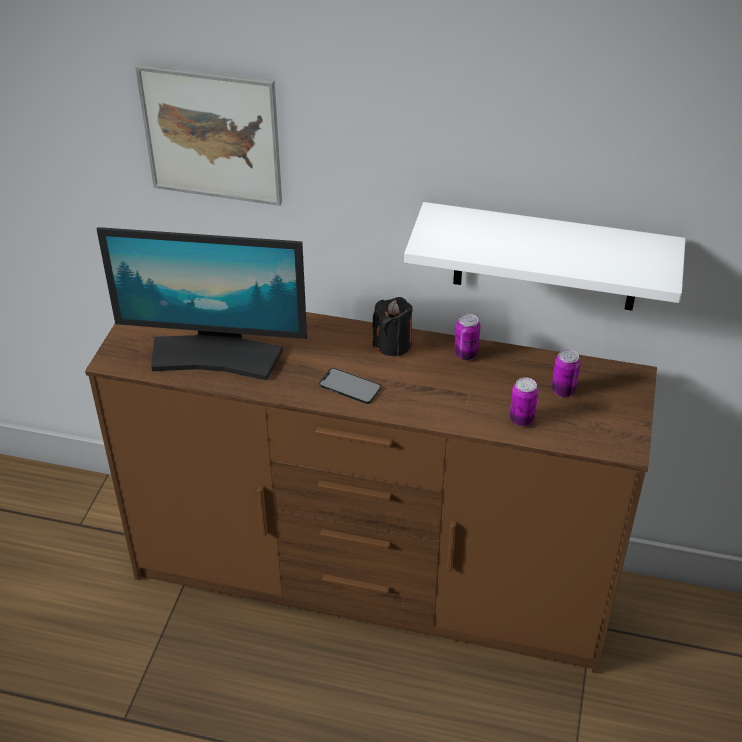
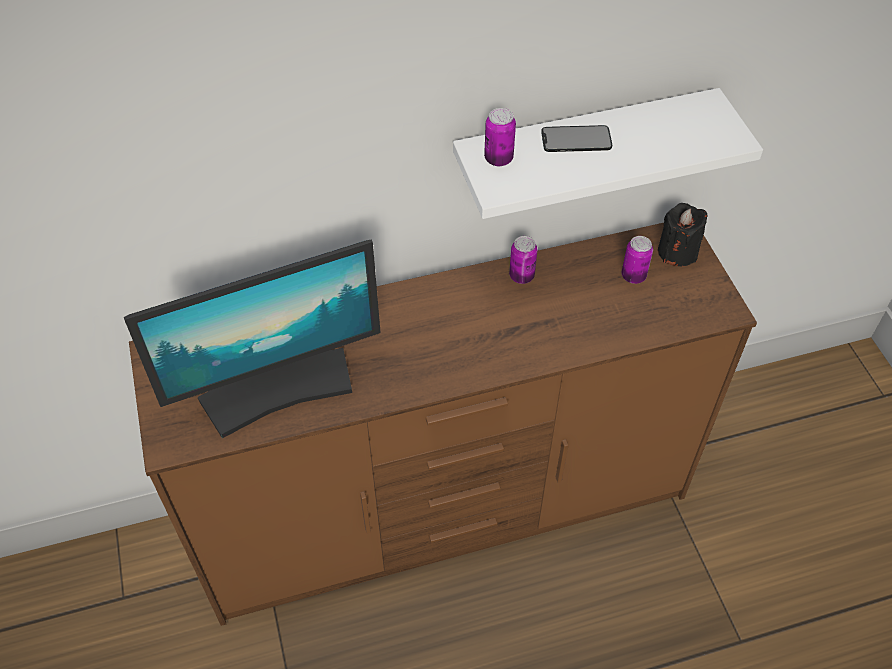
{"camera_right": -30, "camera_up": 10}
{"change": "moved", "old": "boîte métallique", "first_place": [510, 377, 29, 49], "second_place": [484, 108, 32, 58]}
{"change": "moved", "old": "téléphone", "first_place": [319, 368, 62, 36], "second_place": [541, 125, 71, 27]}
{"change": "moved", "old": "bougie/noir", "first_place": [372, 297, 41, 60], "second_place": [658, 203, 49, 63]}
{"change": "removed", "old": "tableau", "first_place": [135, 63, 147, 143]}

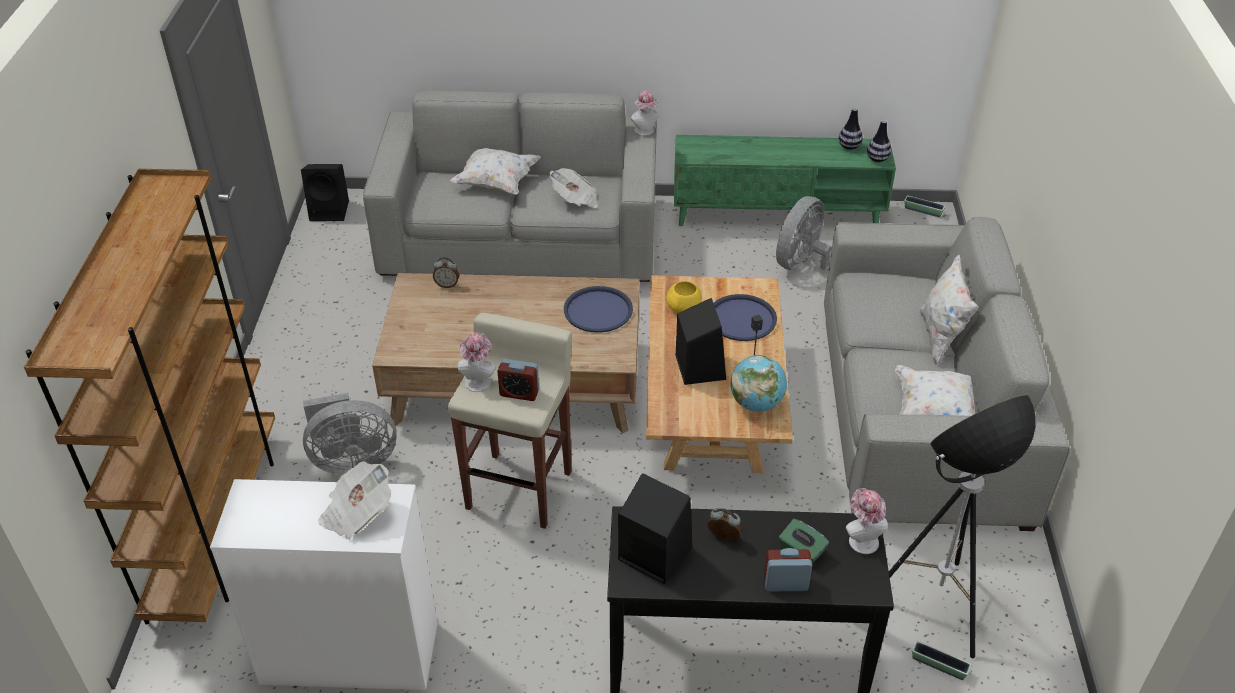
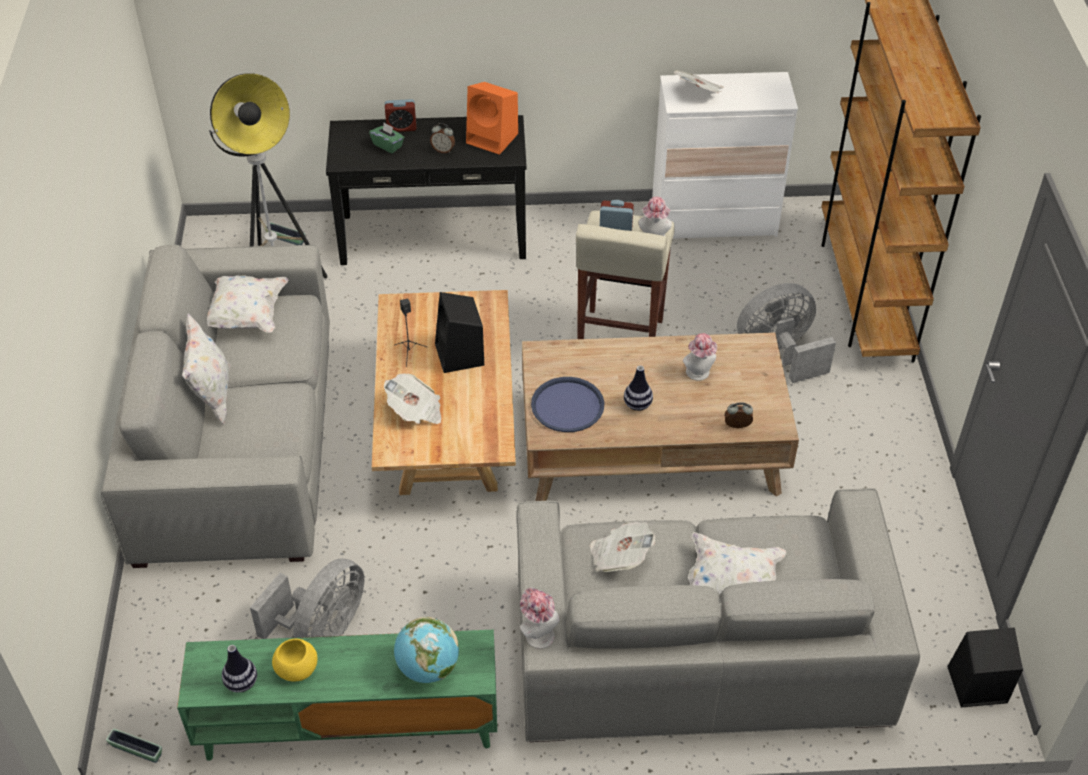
{"camera_right": 175, "camera_up": 5}
{"change": "moved", "old": "bol/jaune", "first_place": [666, 281, 36, 32], "second_place": [272, 639, 45, 42]}
{"change": "replaced", "old": "plateau/bleu", "new": "journal", "first_place": [714, 294, 63, 47], "second_place": [384, 374, 57, 50]}
{"change": "moved", "old": "globe", "first_place": [731, 355, 56, 57], "second_place": [394, 616, 65, 67]}
{"change": "recoloured", "old": "enceinte/noir", "new": "enceinte/orange", "first_place": [618, 473, 74, 111], "second_place": [466, 82, 52, 73]}
{"change": "moved", "old": "vase", "first_place": [867, 120, 24, 42], "second_place": [624, 366, 29, 45]}
{"change": "moved", "old": "chapeau", "first_place": [846, 488, 42, 66], "second_place": [683, 333, 34, 48]}

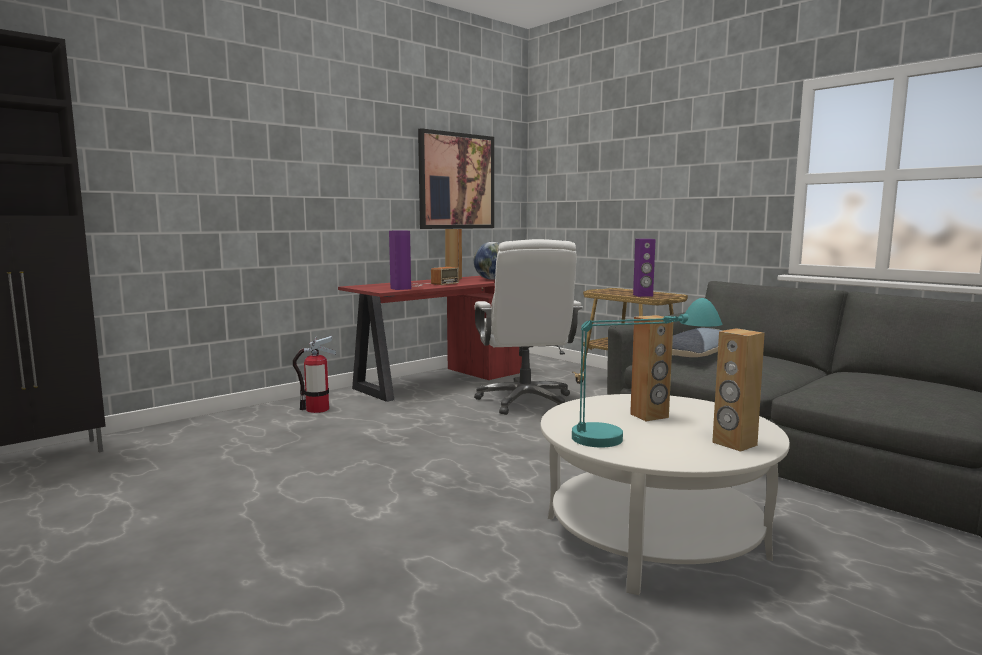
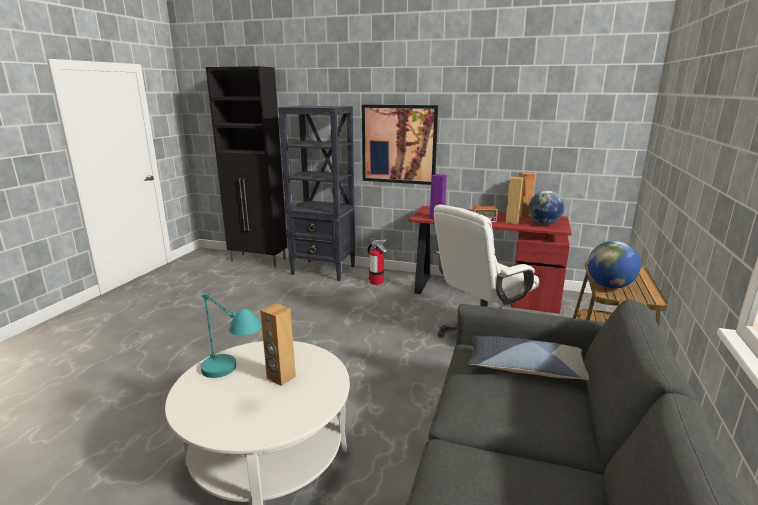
{"camera_right": 60, "camera_up": 10}
{"change": "added", "new": "bibliothèque/noir", "second_place": [278, 106, 77, 175]}
{"change": "moved", "old": "tableau", "first_place": [418, 128, 76, 101], "second_place": [362, 105, 76, 80]}
{"change": "moved", "old": "enceinte/marron", "first_place": [712, 328, 53, 124], "second_place": [505, 177, 18, 47]}
{"change": "replaced", "old": "enceinte/violet", "new": "globe", "first_place": [633, 239, 23, 58], "second_place": [587, 241, 54, 48]}

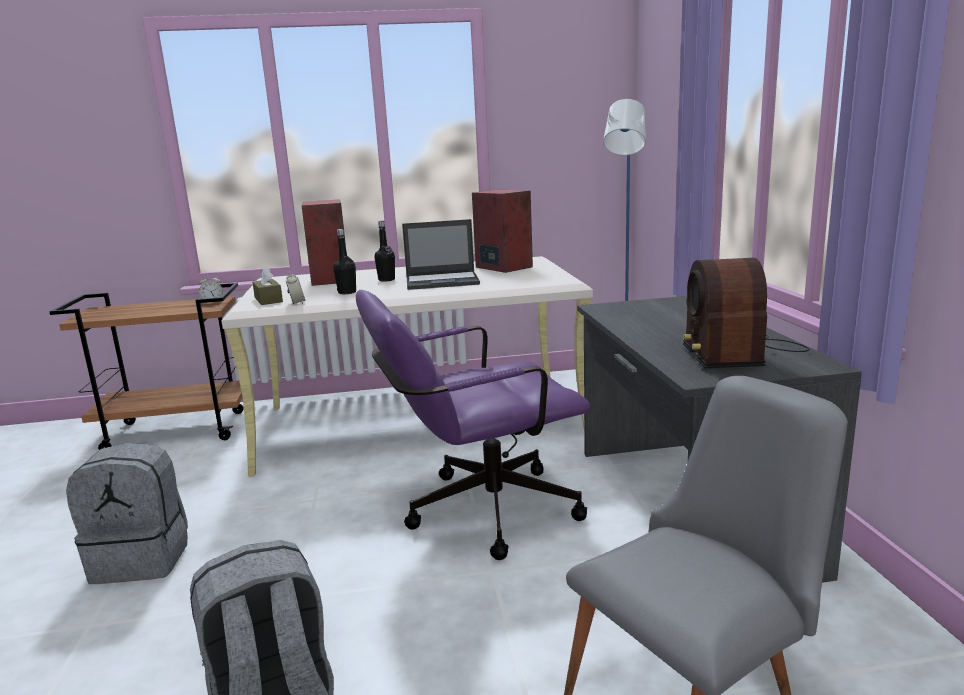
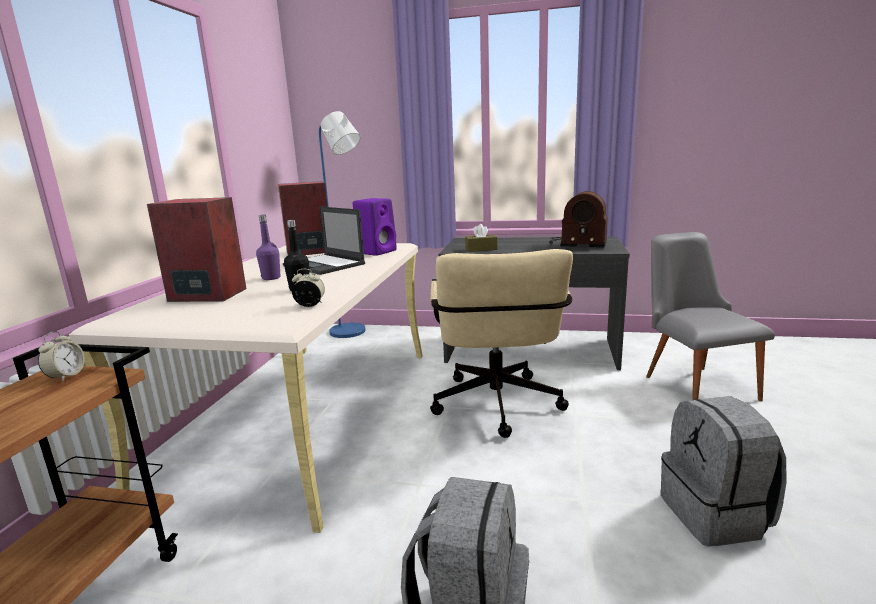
{"camera_right": -70, "camera_up": 0}
{"change": "recoloured", "old": "bouteille/noir", "new": "bouteille/violet", "first_place": [374, 221, 21, 61], "second_place": [256, 215, 24, 65]}
{"change": "turned", "old": "ordinateur portable", "first_place": [402, 219, 78, 71], "second_place": [283, 206, 82, 69], "degrees": 120}
{"change": "added", "new": "enceinte/violet", "second_place": [353, 198, 44, 58]}
{"change": "recoloured", "old": "chaise de bureau/violet", "new": "chaise de bureau/beige", "first_place": [356, 290, 234, 270], "second_place": [430, 249, 143, 189]}
{"change": "moved", "old": "boîte à mouchoirs/marron", "first_place": [252, 266, 31, 39], "second_place": [465, 224, 32, 28]}

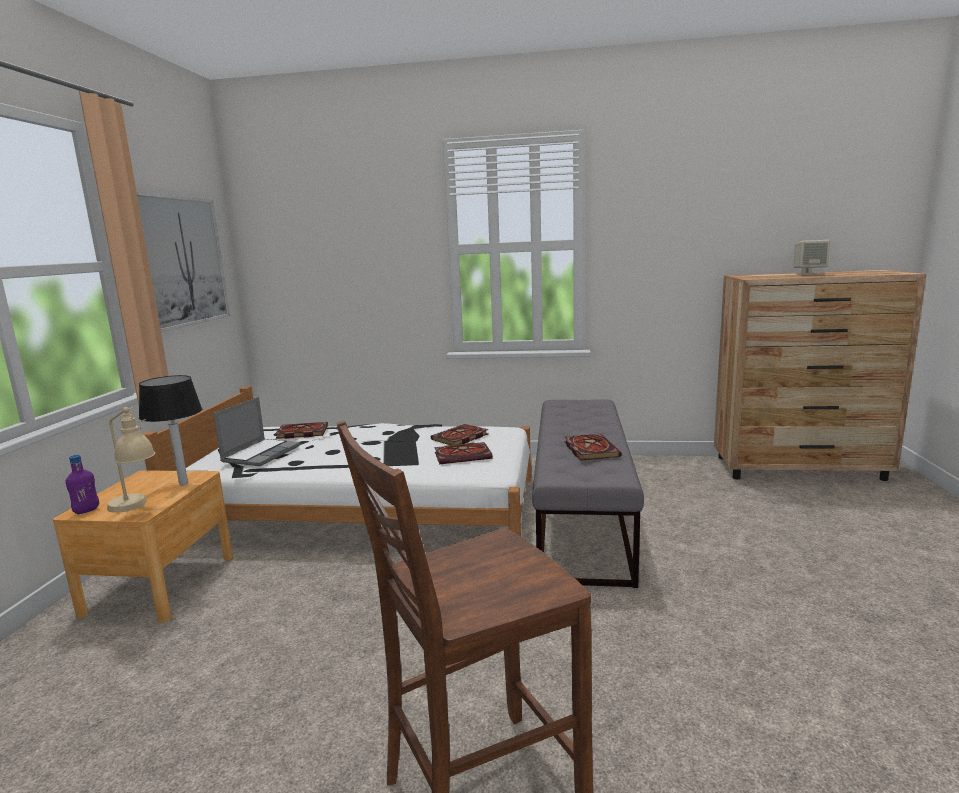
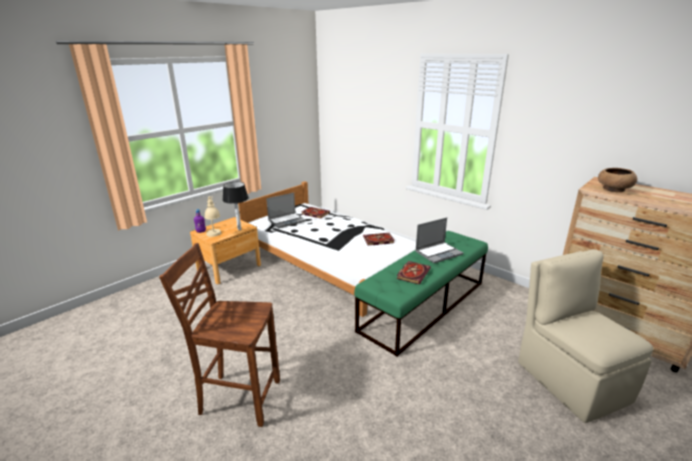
{"camera_right": 35, "camera_up": 10}
{"change": "recoloured", "old": "banc/gris", "new": "banc/vert", "first_place": [532, 399, 112, 189], "second_place": [354, 231, 134, 126]}
{"change": "added", "new": "ordinateur portable", "second_place": [415, 217, 48, 46]}
{"change": "added", "new": "chaise/beige", "second_place": [518, 249, 135, 174]}
{"change": "added", "new": "bol/marron", "second_place": [598, 168, 39, 24]}
{"change": "removed", "old": "tableau", "first_place": [137, 192, 93, 140]}
{"change": "removed", "old": "livre", "first_place": [434, 442, 59, 22]}
{"change": "removed", "old": "enceinte/beige", "first_place": [793, 240, 37, 35]}

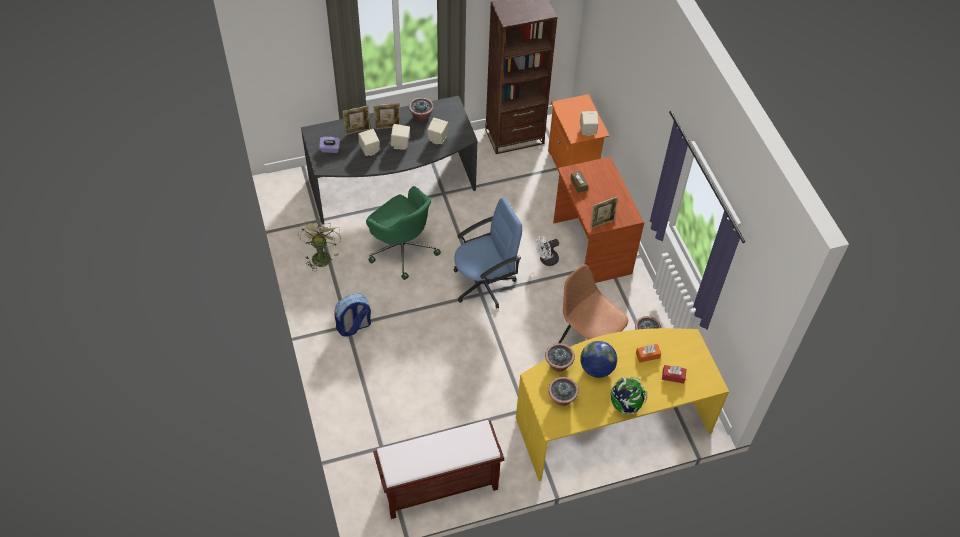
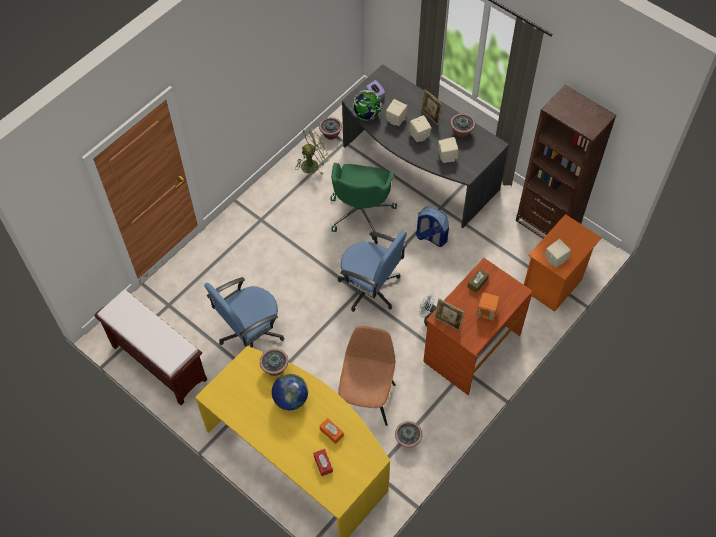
{"camera_right": 60, "camera_up": 5}
{"change": "added", "new": "chaise de bureau/bleu", "second_place": [204, 277, 80, 71]}
{"change": "moved", "old": "plante en pot", "first_place": [548, 377, 31, 29], "second_place": [319, 117, 23, 23]}
{"change": "moved", "old": "globe", "first_place": [611, 377, 36, 37], "second_place": [351, 90, 31, 31]}
{"change": "moved", "old": "sac à dos", "first_place": [334, 294, 37, 42], "second_place": [416, 207, 33, 40]}
{"change": "added", "new": "enceinte/orange", "second_place": [476, 292, 24, 28]}
{"change": "removed", "old": "cadre photo", "first_place": [343, 105, 27, 30]}

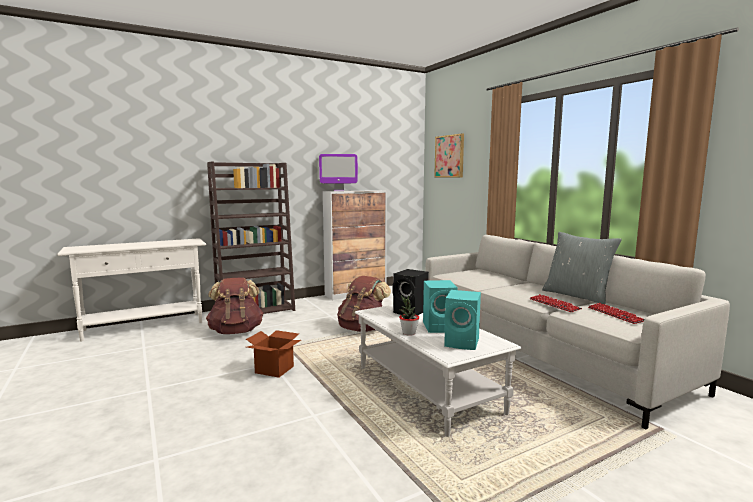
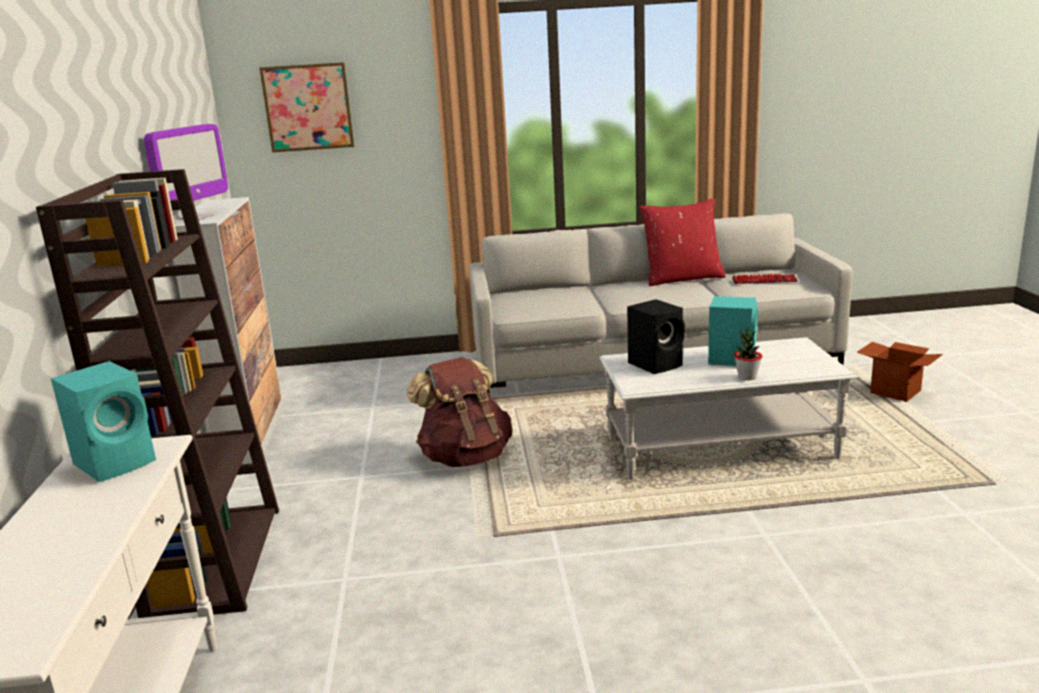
{"camera_right": -65, "camera_up": 10}
{"change": "moved", "old": "enceinte/turquoise", "first_place": [444, 290, 37, 60], "second_place": [51, 361, 105, 121]}
{"change": "recoloured", "old": "coussin/gris", "new": "coussin/rouge", "first_place": [542, 232, 80, 73], "second_place": [639, 199, 87, 87]}
{"change": "moved", "old": "carton", "first_place": [246, 330, 55, 48], "second_place": [857, 342, 86, 60]}
{"change": "removed", "old": "sac à dos/marron", "first_place": [206, 277, 58, 57]}
{"change": "removed", "old": "clavier", "first_place": [530, 294, 52, 18]}

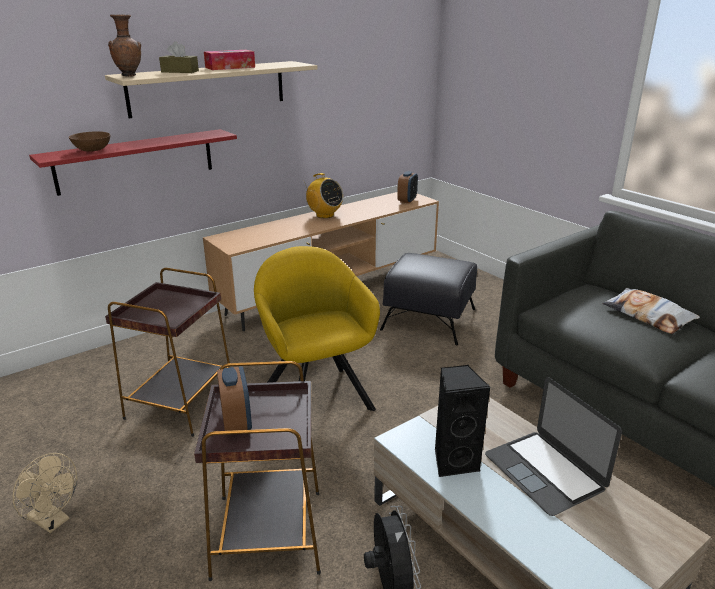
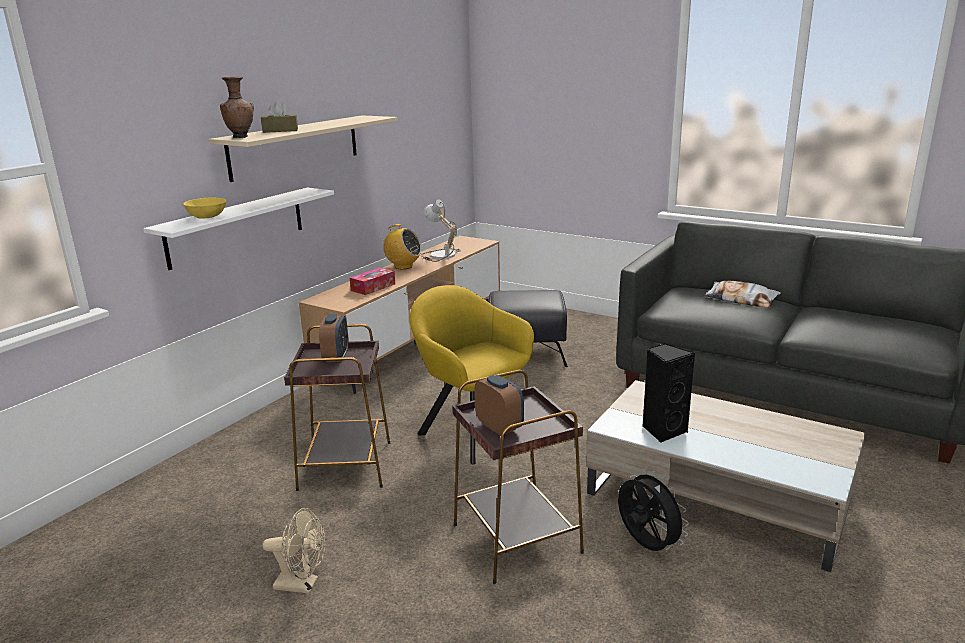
{"camera_right": -20, "camera_up": -5}
{"change": "recoloured", "old": "étagère/rouge", "new": "étagère/blanc", "first_place": [29, 129, 208, 67], "second_place": [143, 188, 191, 82]}
{"change": "recoloured", "old": "bol/marron", "new": "bol/jaune", "first_place": [69, 131, 42, 21], "second_place": [183, 198, 43, 21]}
{"change": "moved", "old": "réveil", "first_place": [397, 171, 21, 33], "second_place": [319, 314, 30, 48]}
{"change": "moved", "old": "boîte à mouchoirs", "first_place": [204, 50, 51, 20], "second_place": [350, 268, 45, 27]}
{"change": "added", "new": "lampe de table", "second_place": [421, 200, 40, 62]}
{"change": "removed", "old": "ordinateur portable", "first_place": [485, 377, 137, 139]}

